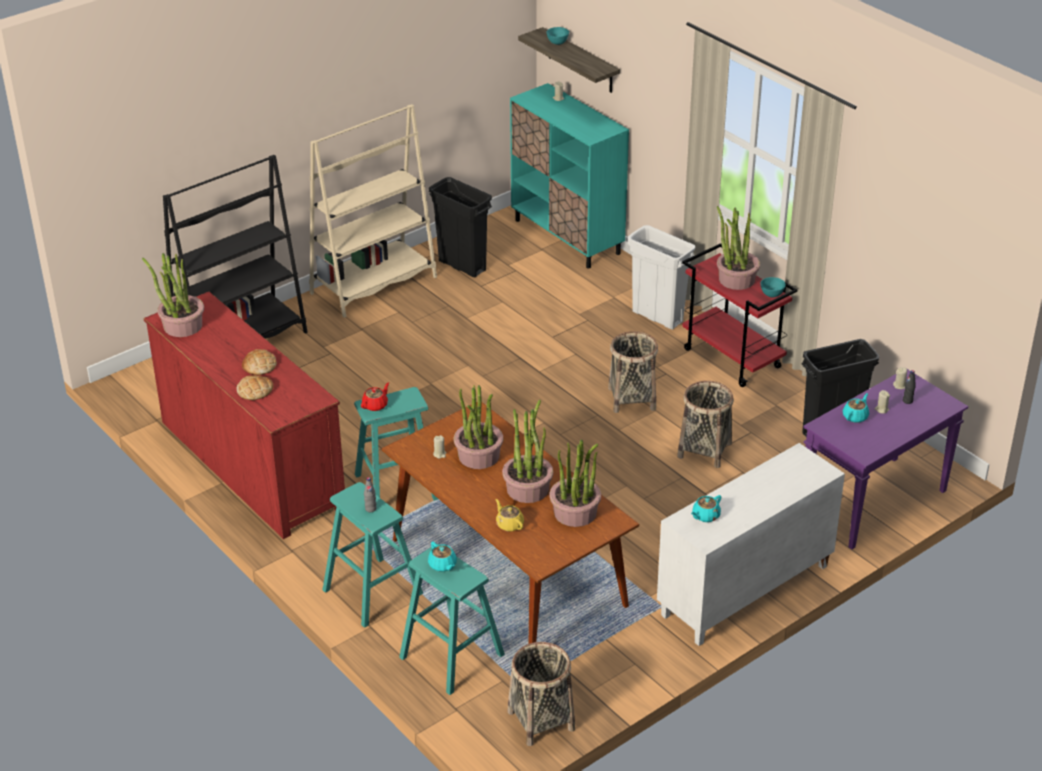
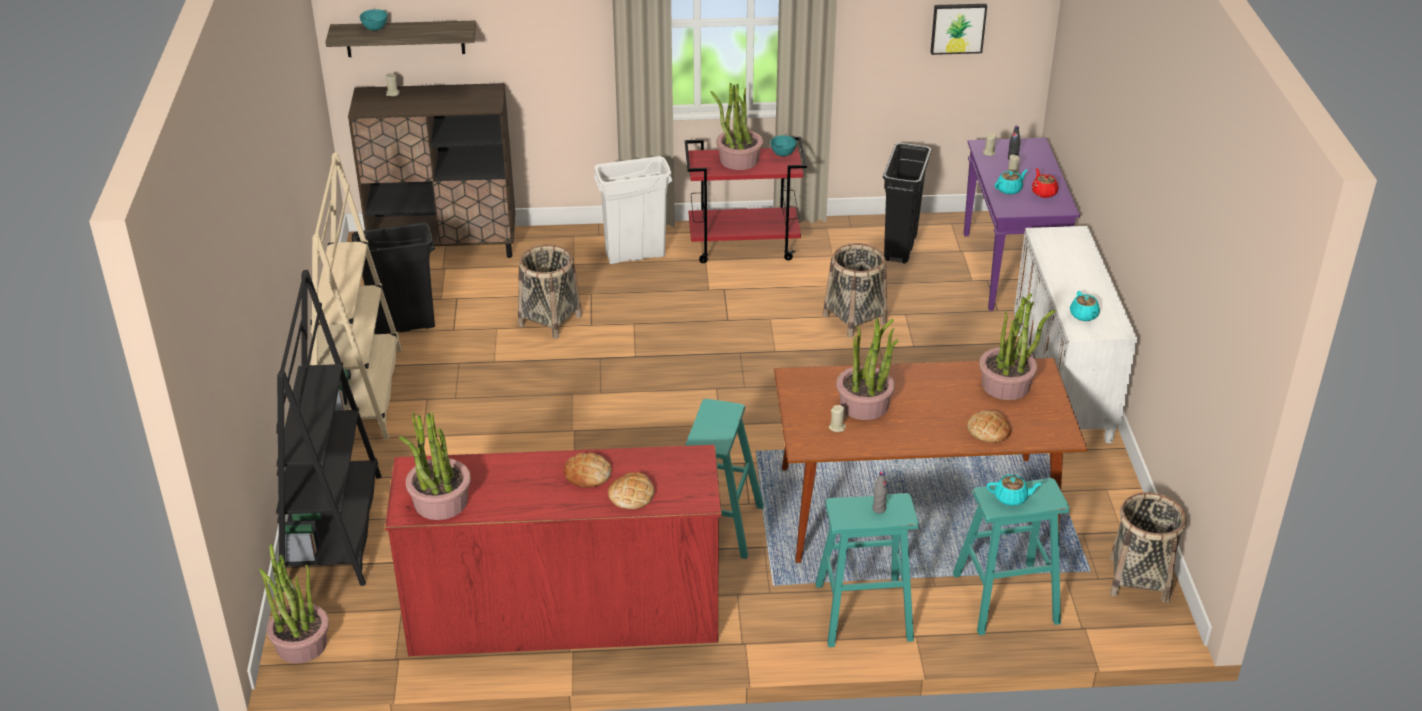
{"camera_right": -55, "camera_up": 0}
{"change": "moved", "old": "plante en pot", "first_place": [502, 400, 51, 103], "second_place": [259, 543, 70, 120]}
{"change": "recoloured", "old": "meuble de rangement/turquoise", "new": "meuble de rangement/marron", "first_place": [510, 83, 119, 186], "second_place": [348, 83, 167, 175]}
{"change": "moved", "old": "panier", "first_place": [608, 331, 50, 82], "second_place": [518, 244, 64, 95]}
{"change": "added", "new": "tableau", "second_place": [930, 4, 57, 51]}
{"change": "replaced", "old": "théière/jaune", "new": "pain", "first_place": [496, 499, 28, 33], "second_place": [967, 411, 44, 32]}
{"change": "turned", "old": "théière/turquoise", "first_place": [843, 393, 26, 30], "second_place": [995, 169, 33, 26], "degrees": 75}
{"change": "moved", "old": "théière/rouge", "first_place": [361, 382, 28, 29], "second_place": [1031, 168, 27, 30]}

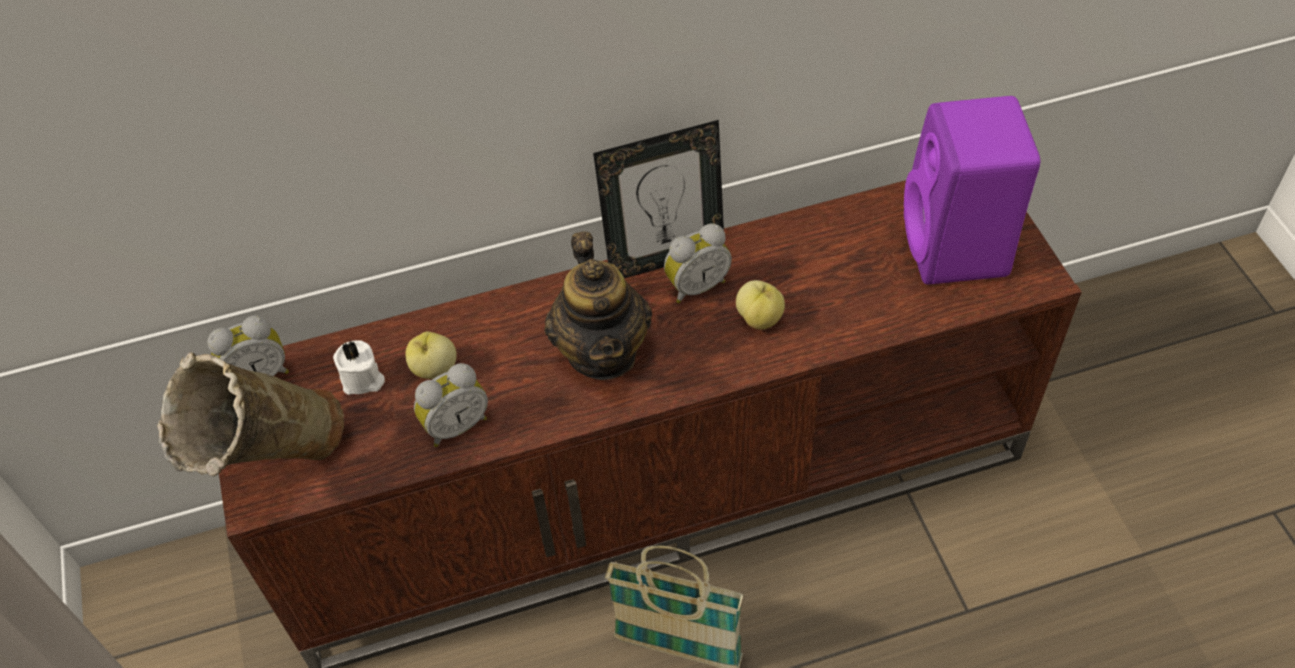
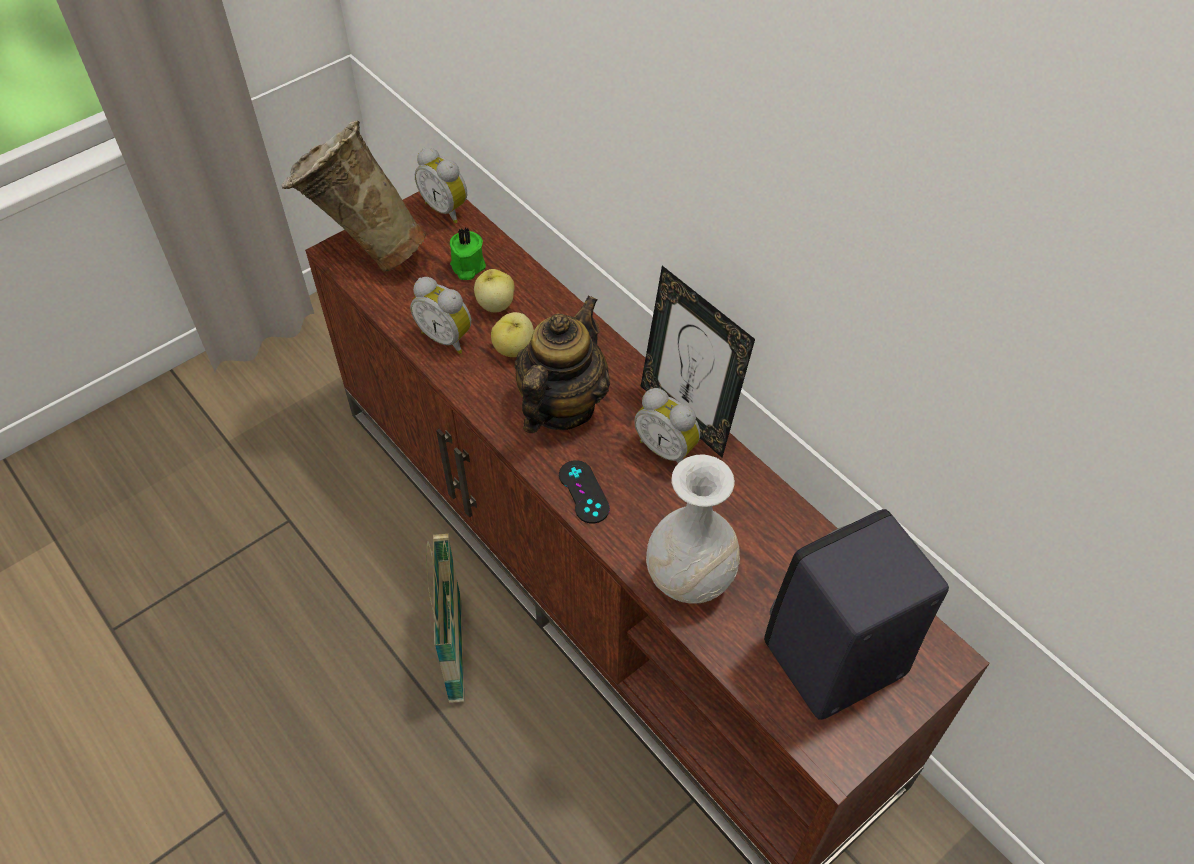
{"camera_right": 65, "camera_up": 0}
{"change": "recoloured", "old": "bougie/blanc", "new": "bougie/vert", "first_place": [333, 340, 52, 55], "second_place": [450, 228, 36, 52]}
{"change": "moved", "old": "pomme", "first_place": [736, 280, 49, 50], "second_place": [491, 312, 43, 45]}
{"change": "turned", "old": "théière", "first_place": [544, 231, 108, 149], "second_place": [514, 295, 96, 138], "degrees": 150}
{"change": "added", "new": "manette/noir", "second_place": [559, 460, 51, 64]}
{"change": "added", "new": "vase/blanc", "second_place": [646, 454, 94, 149]}
{"change": "recoloured", "old": "enceinte/violet", "new": "enceinte/noir", "first_place": [904, 96, 137, 188], "second_place": [764, 509, 185, 211]}

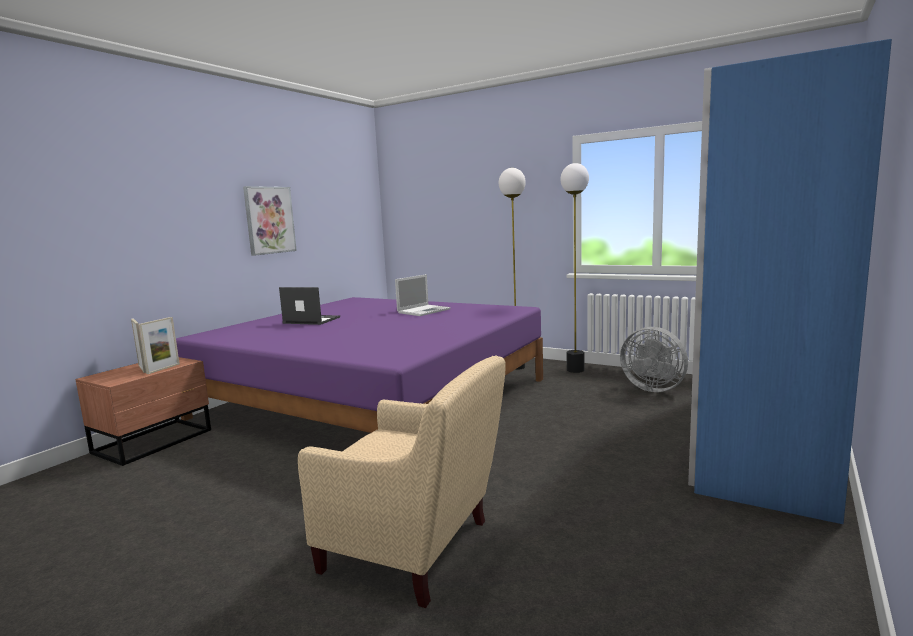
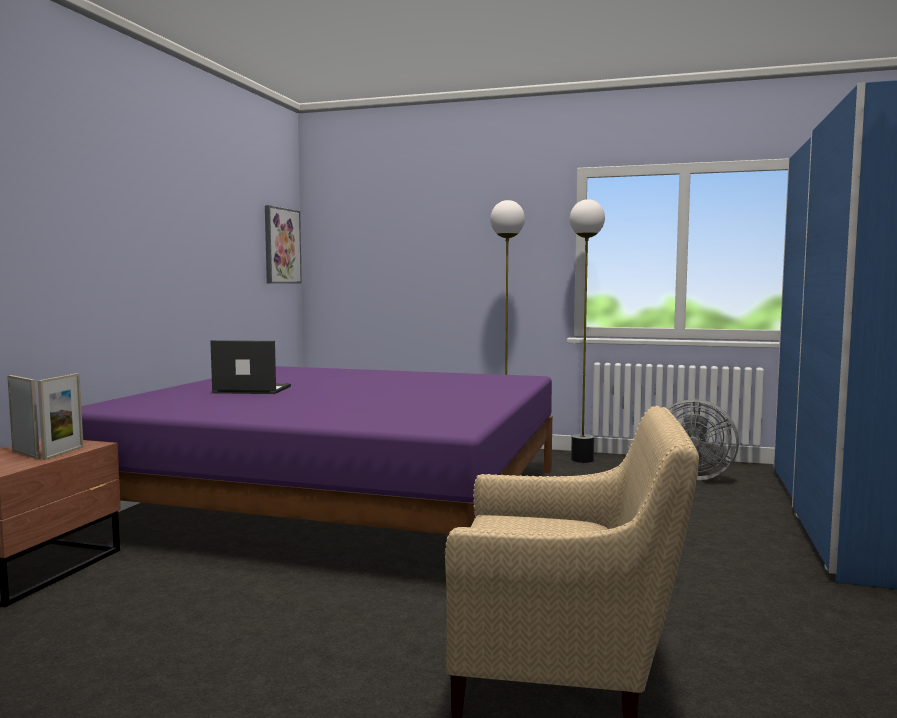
{"camera_right": -15, "camera_up": -5}
{"change": "moved", "old": "tableau", "first_place": [243, 186, 54, 70], "second_place": [265, 205, 37, 79]}
{"change": "removed", "old": "ordinateur portable", "first_place": [395, 274, 56, 42]}

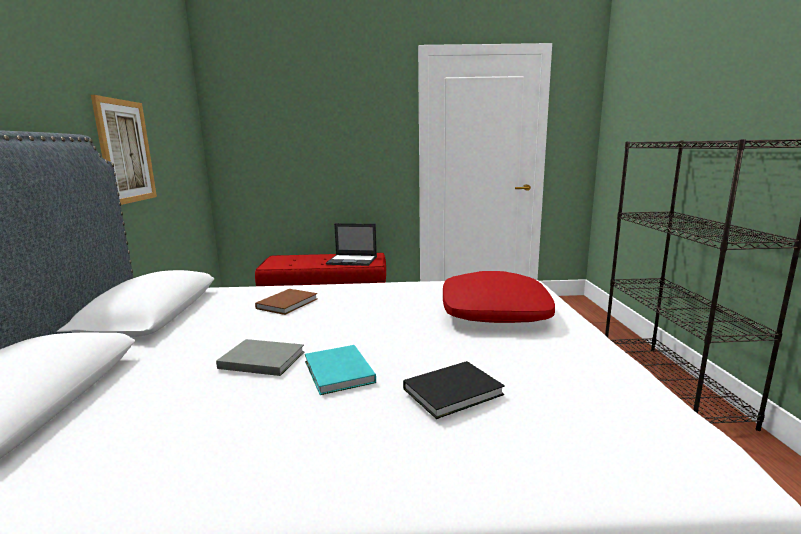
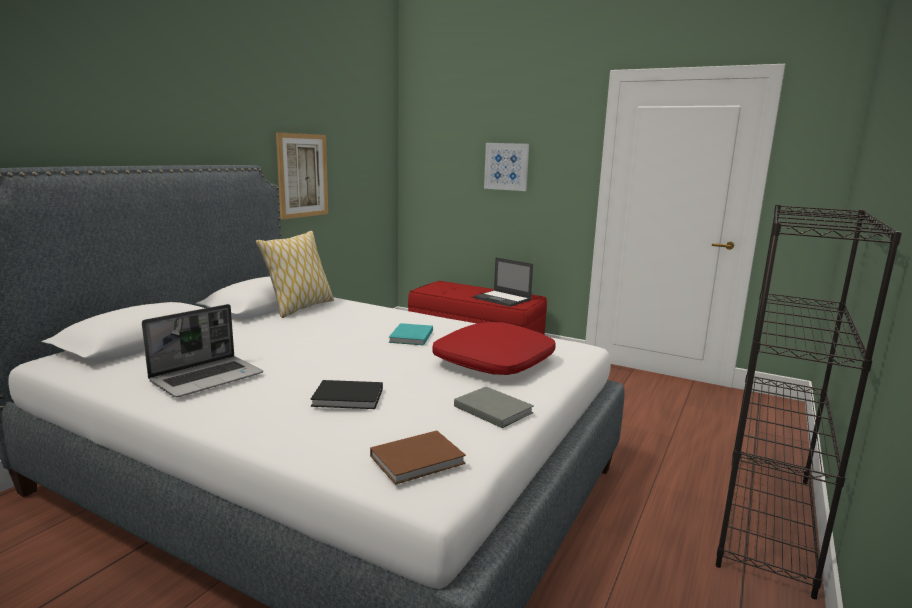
{"camera_right": 30, "camera_up": 0}
{"change": "added", "new": "ordinateur portable", "second_place": [142, 304, 121, 93]}
{"change": "added", "new": "coussin", "second_place": [256, 231, 78, 87]}
{"change": "moved", "old": "livre/marron", "first_place": [255, 289, 63, 26], "second_place": [370, 430, 96, 55]}
{"change": "moved", "old": "livre/turquoise", "first_place": [305, 345, 71, 50], "second_place": [389, 323, 44, 22]}
{"change": "moved", "old": "livre/gris", "first_place": [216, 339, 88, 37], "second_place": [454, 387, 80, 41]}
{"change": "added", "new": "tableau", "second_place": [484, 143, 45, 48]}

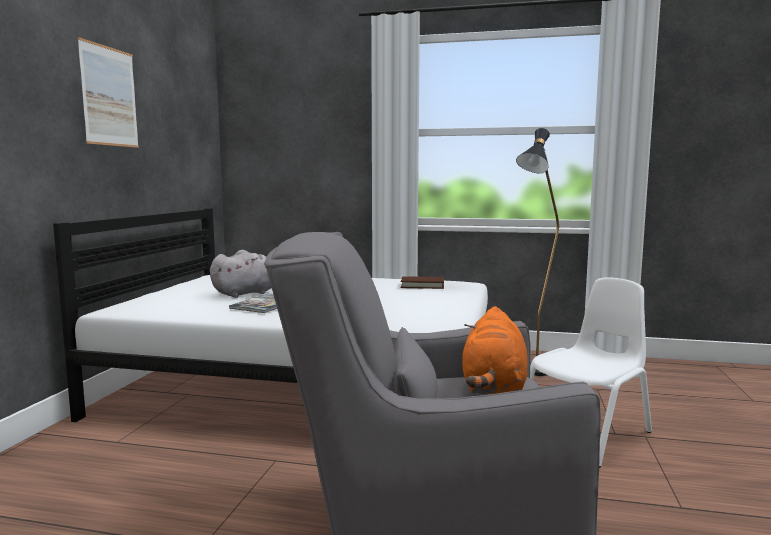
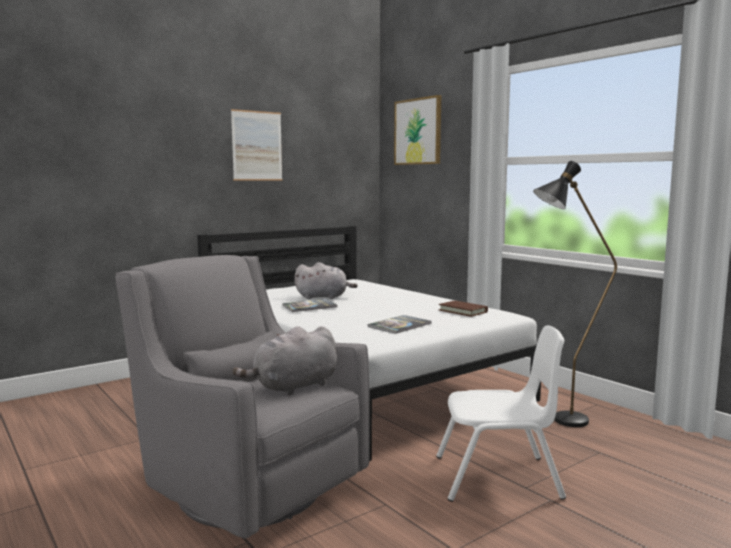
{"camera_right": 40, "camera_up": 0}
{"change": "recoloured", "old": "peluche/orange", "new": "peluche/gris", "first_place": [462, 306, 66, 89], "second_place": [232, 326, 105, 70]}
{"change": "added", "new": "livre", "second_place": [368, 315, 64, 19]}
{"change": "added", "new": "tableau", "second_place": [394, 95, 47, 70]}

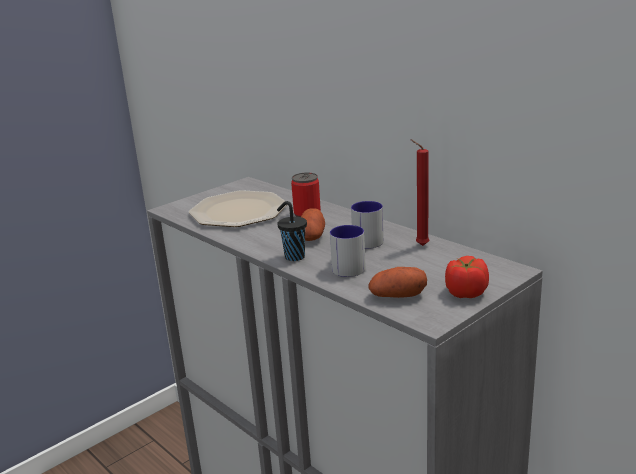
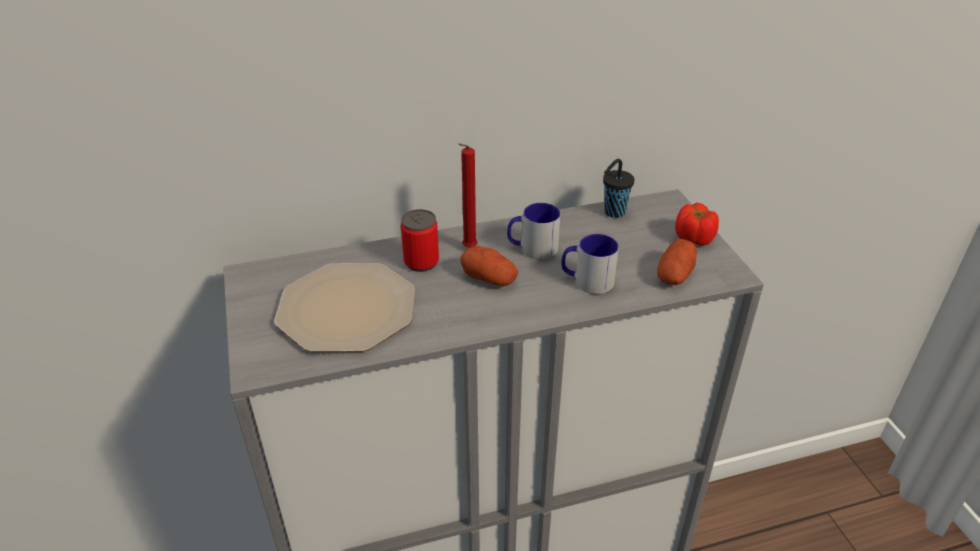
{"camera_right": -65, "camera_up": 15}
{"change": "moved", "old": "bougie/rouge", "first_place": [410, 139, 20, 107], "second_place": [458, 143, 19, 105]}
{"change": "moved", "old": "tasse/noir", "first_place": [277, 201, 30, 60], "second_place": [603, 159, 32, 59]}

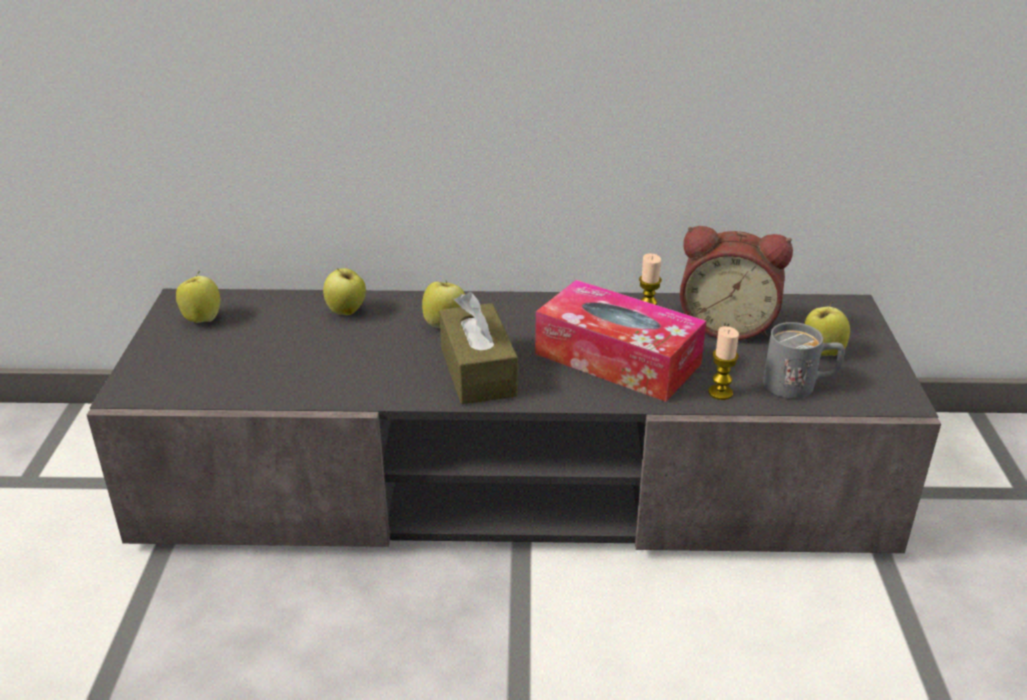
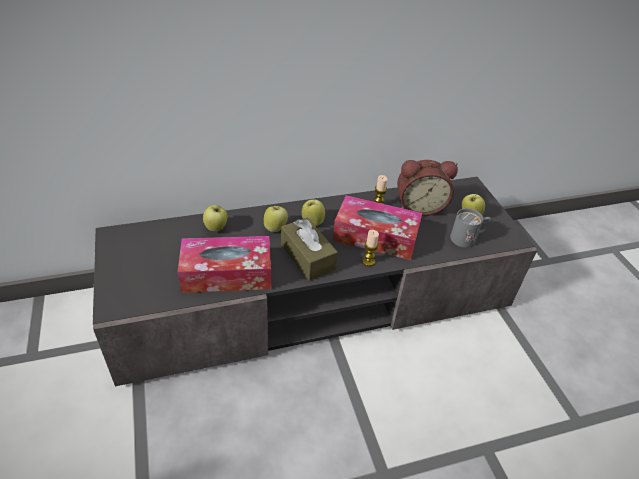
{"camera_right": -20, "camera_up": 10}
{"change": "added", "new": "boîte à mouchoirs", "second_place": [178, 236, 93, 57]}
{"change": "moved", "old": "pomme", "first_place": [176, 271, 44, 52], "second_place": [302, 198, 23, 28]}
{"change": "moved", "old": "bougie", "first_place": [708, 326, 31, 74], "second_place": [362, 230, 17, 36]}

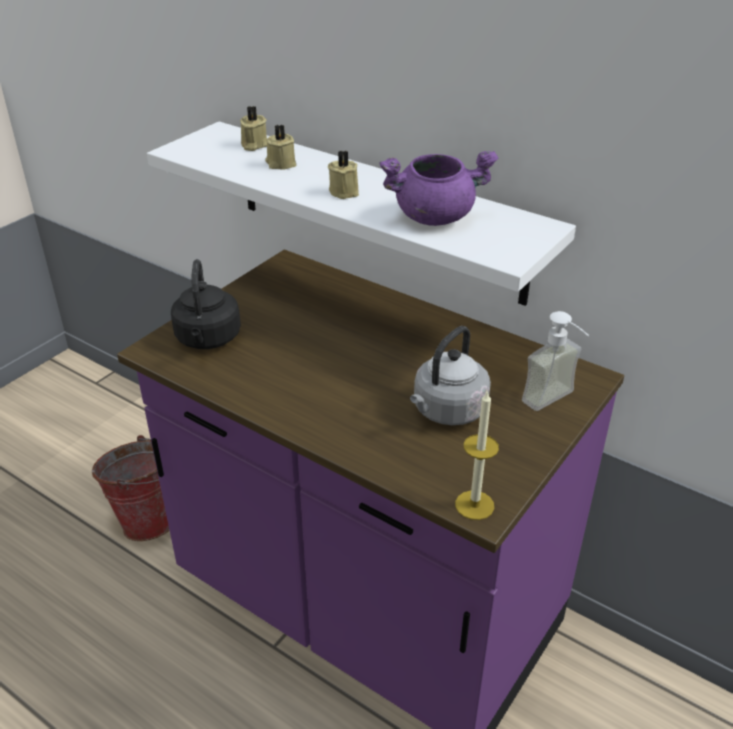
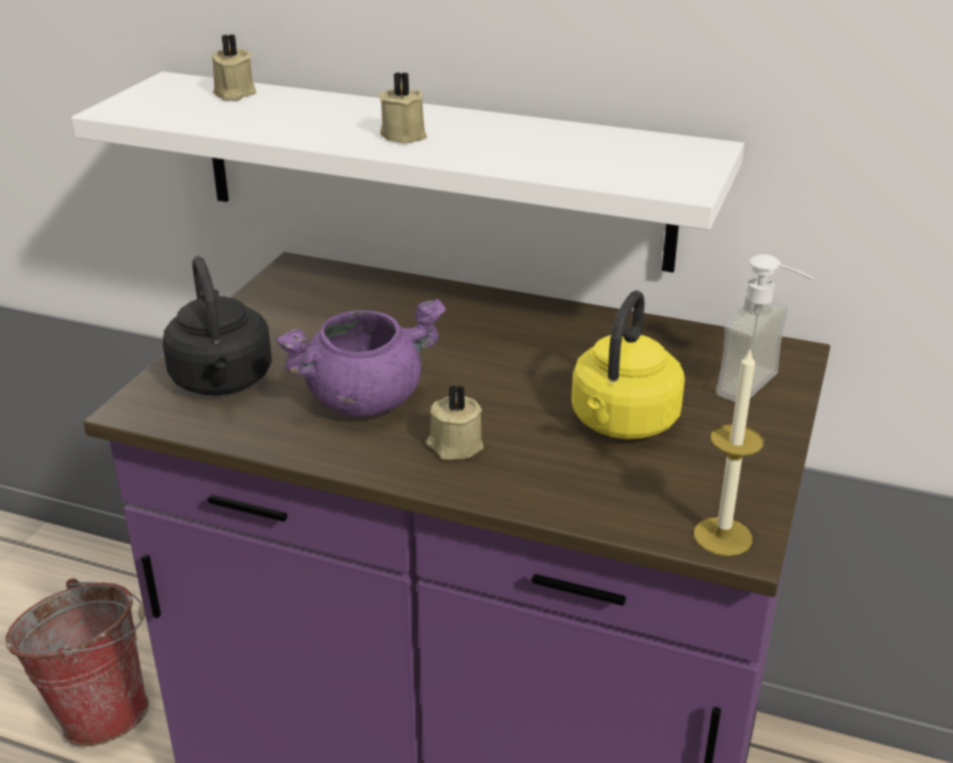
{"camera_right": -15, "camera_up": -5}
{"change": "moved", "old": "marmite/violet", "first_place": [380, 151, 118, 75], "second_place": [276, 298, 170, 119]}
{"change": "moved", "old": "bougie/beige", "first_place": [265, 124, 32, 45], "second_place": [426, 384, 58, 76]}
{"change": "recoloured", "old": "bouilloire/gris", "new": "bouilloire/jaune", "first_place": [410, 326, 81, 99], "second_place": [571, 291, 114, 148]}

